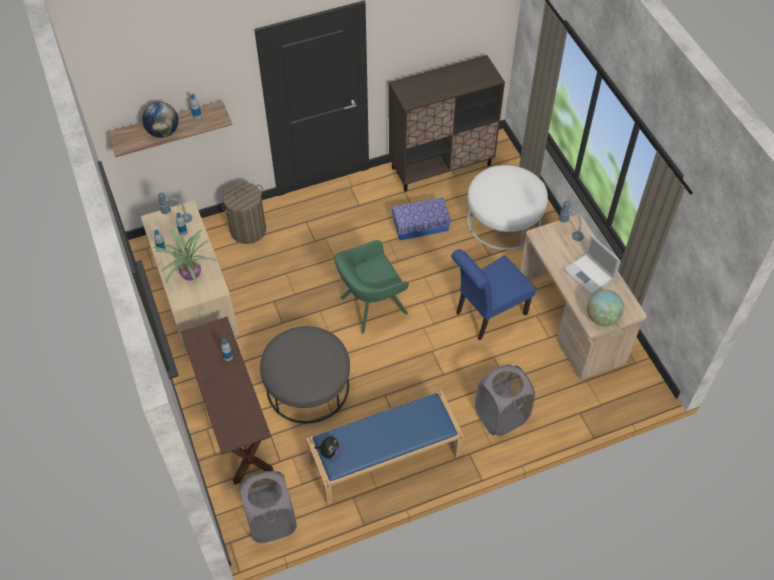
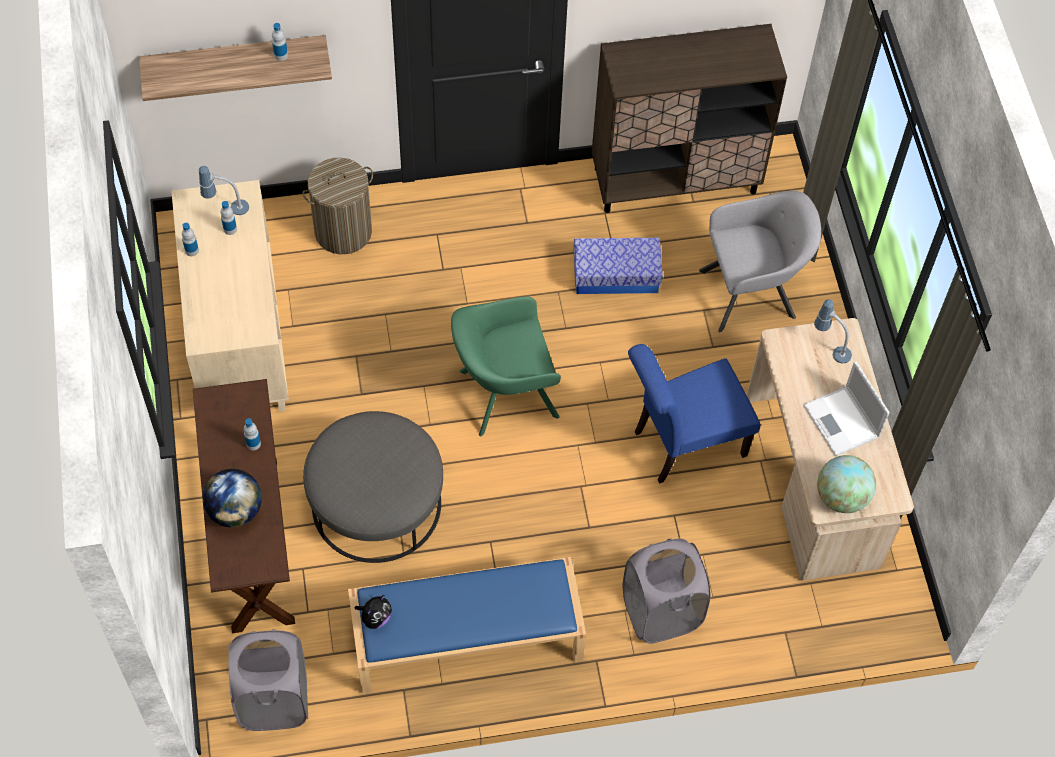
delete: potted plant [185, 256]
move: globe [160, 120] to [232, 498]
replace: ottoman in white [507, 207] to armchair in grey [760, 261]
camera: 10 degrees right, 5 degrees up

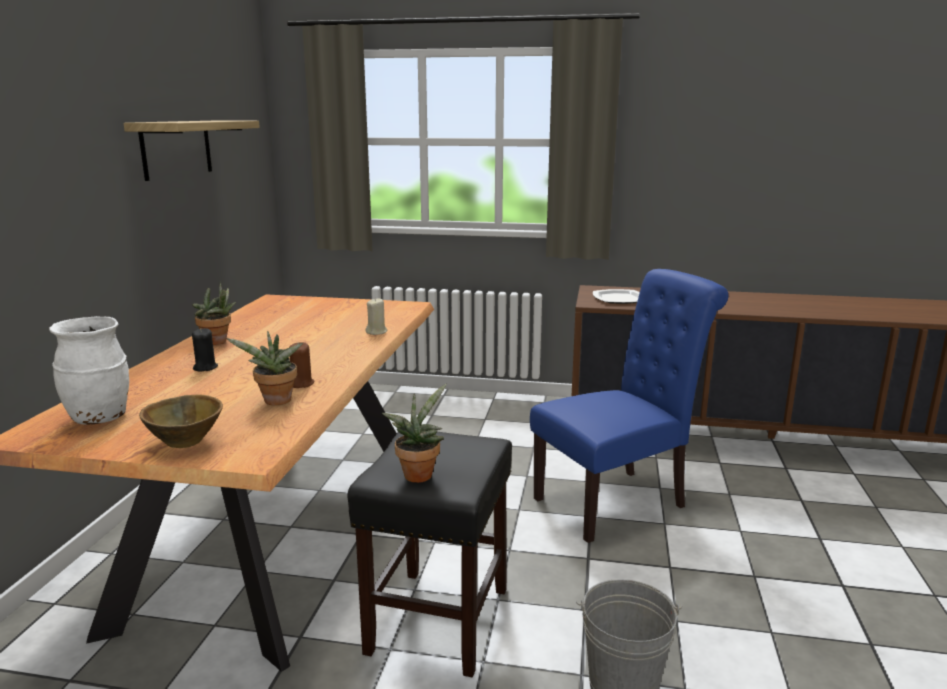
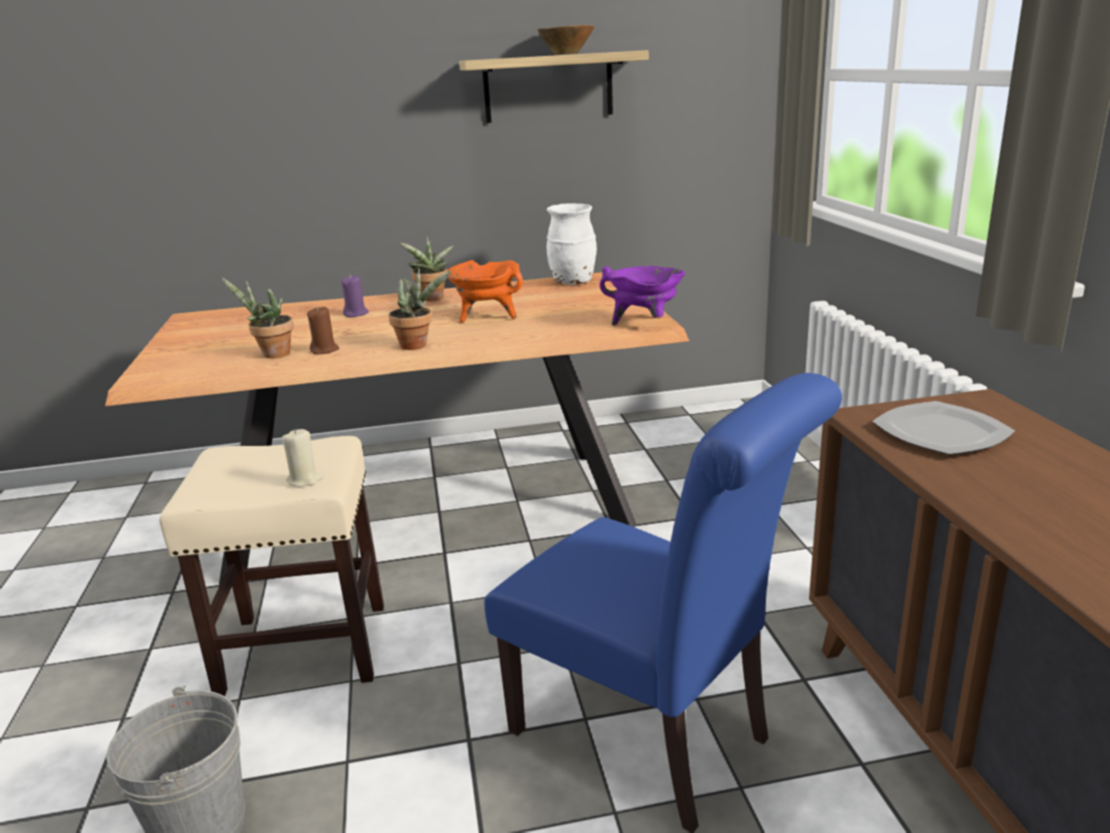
insert: cooking pot in orange [484, 291]; cooking pot in purple [643, 296]
move: vase in white [89, 370] to [572, 244]; bowl in brown [181, 421] to [566, 40]; candle in beige [376, 316] to [302, 458]; potted plant [414, 433] to [420, 308]
recolor: candle in black [205, 350] to candle in purple [355, 295]; stool in black [430, 553] to stool in beige [271, 566]
camera: 70 degrees right, 5 degrees up

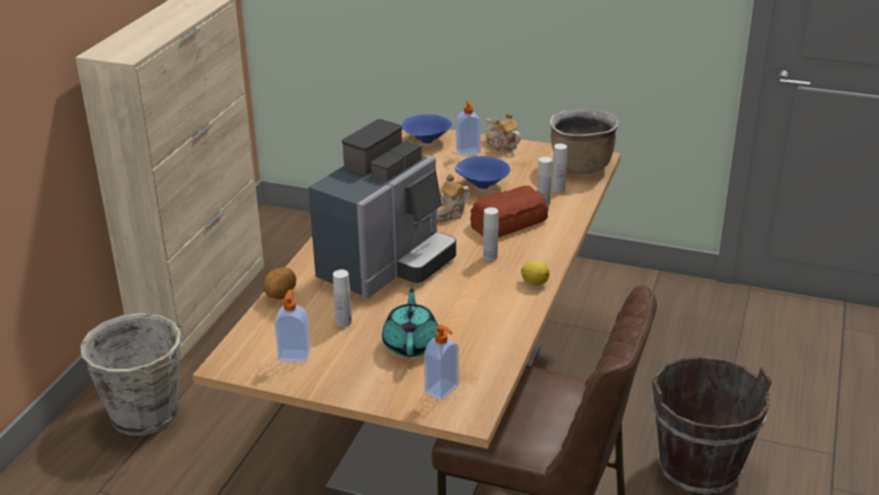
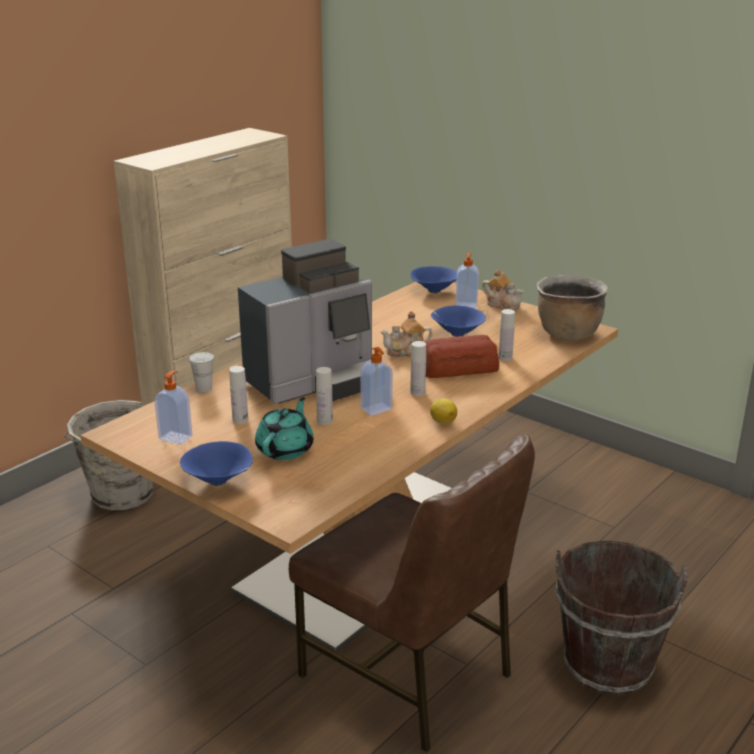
insert: bowl in blue [216, 463]
move: soap dispenser [441, 362] to [376, 381]; bottle in white [559, 168] to [324, 396]
replace: potato [279, 283] to cup in white [201, 372]
rotate: teapot [503, 131] = [503, 290] 150 degrees clockwise
camera: 20 degrees right, 5 degrees down

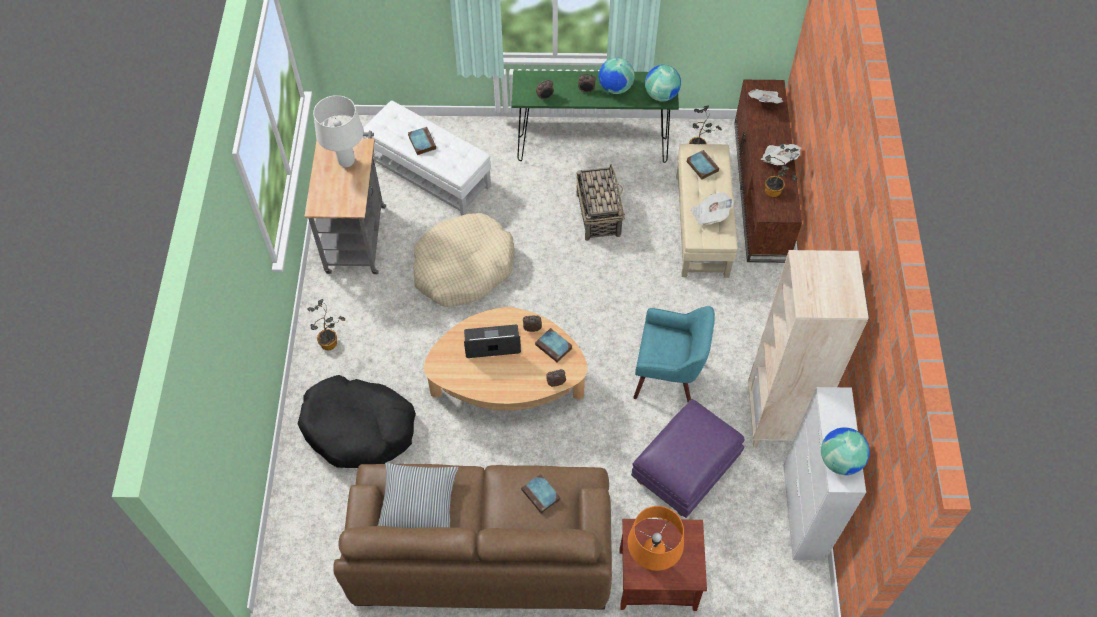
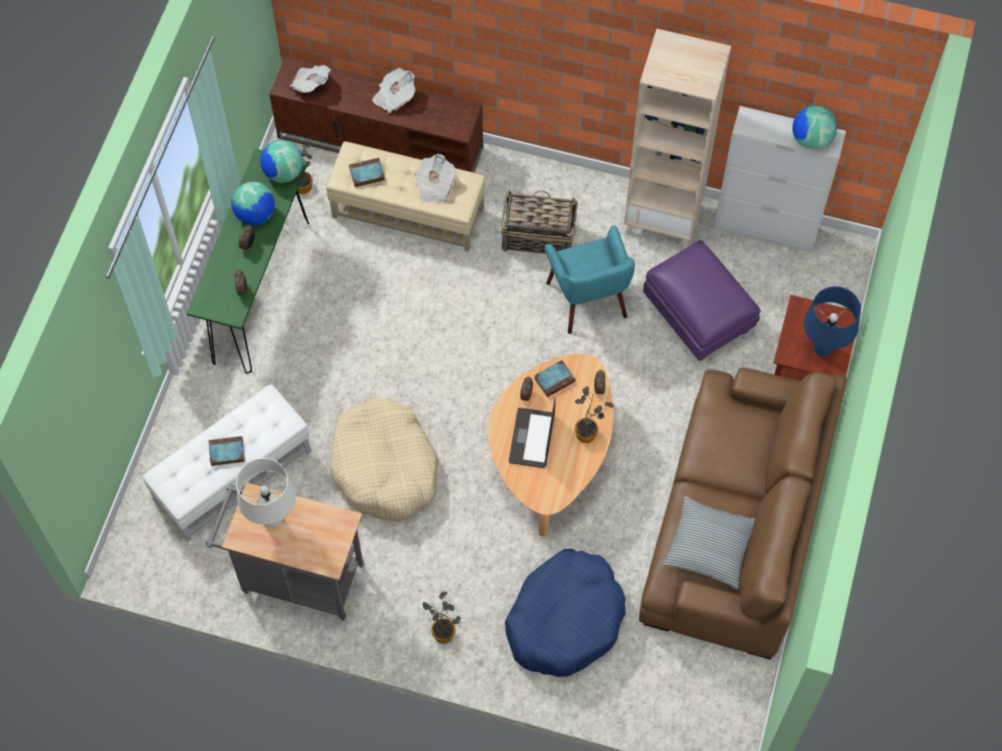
delete: book [541, 494]
move: basket [600, 202] to [539, 222]; potted plant [781, 170] to [594, 414]
recolor: dog bed in black [357, 421] to dog bed in blue [565, 613]; table lamp in orange [656, 538] to table lamp in blue [832, 321]
rotate: armchair in turquoise [674, 354] = [590, 279] 135 degrees clockwise
camera: 75 degrees left, 5 degrees up

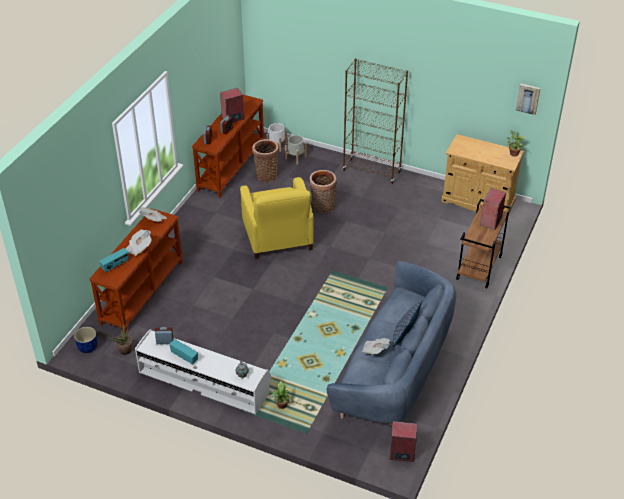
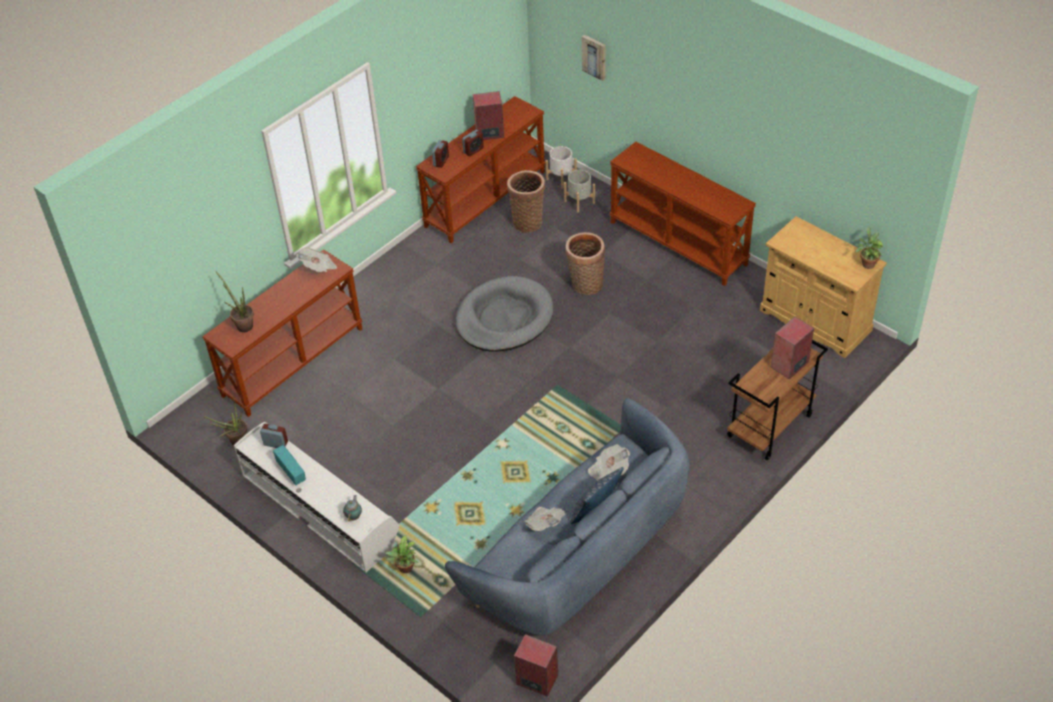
delete: planter in blue [86, 340]
move: newspaper [138, 242] to [609, 462]; picture [528, 99] to [594, 58]
replace: radio [114, 260] to potted plant [235, 301]; armchair in yellow [277, 218] to dog bed in grey [504, 313]; bookcase in brown [375, 121] to console table in brown [683, 214]
camera: 20 degrees right, 5 degrees up

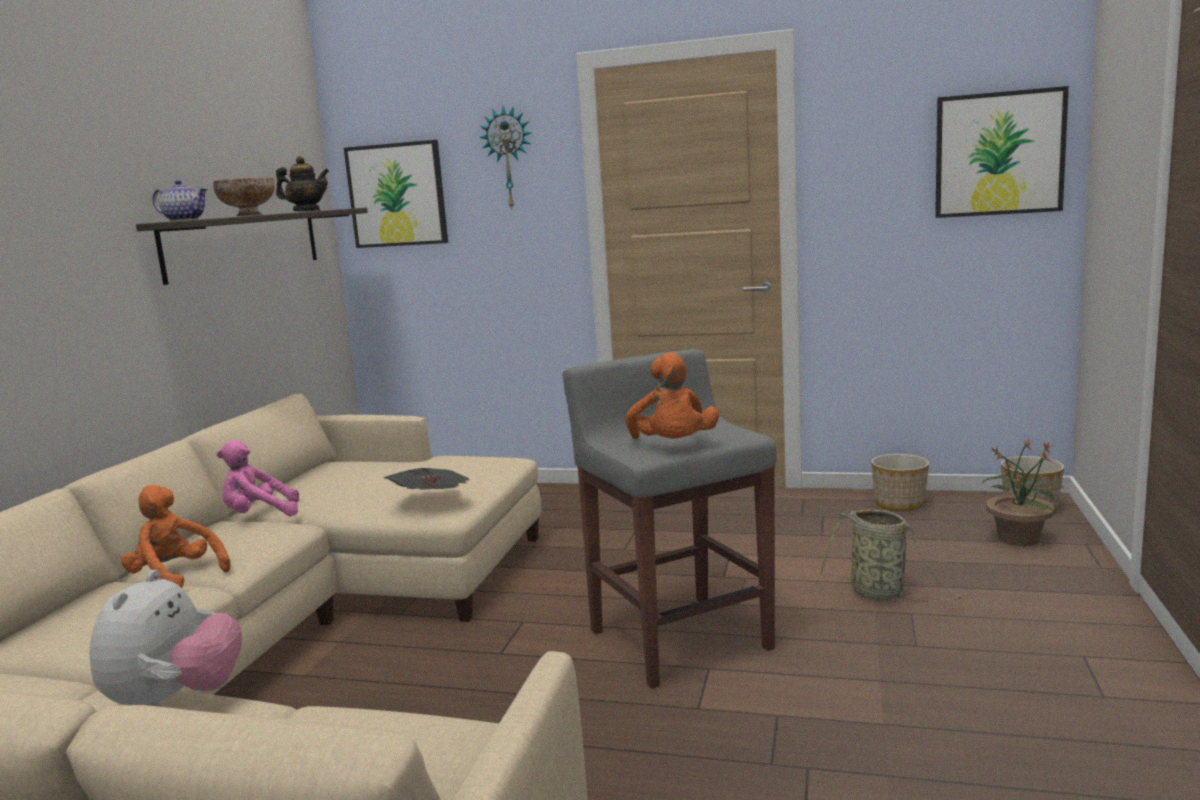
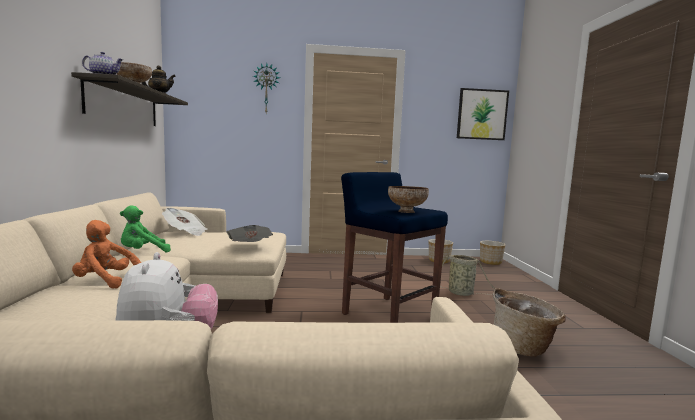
delete: picture [396, 194]; potted plant [1022, 492]
insert: newspaper [184, 221]; basket [529, 322]
replace: plush toy in orange [672, 395] to bowl [408, 199]
recolor: plush toy in pink [257, 478] to plush toy in green [145, 228]; stool in grey [669, 519] to stool in blue [394, 247]
camera: 20 degrees left, 5 degrees down

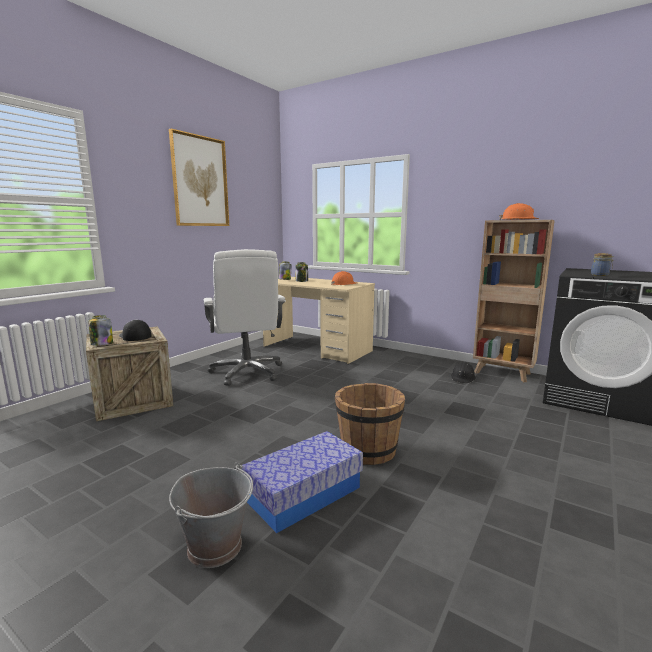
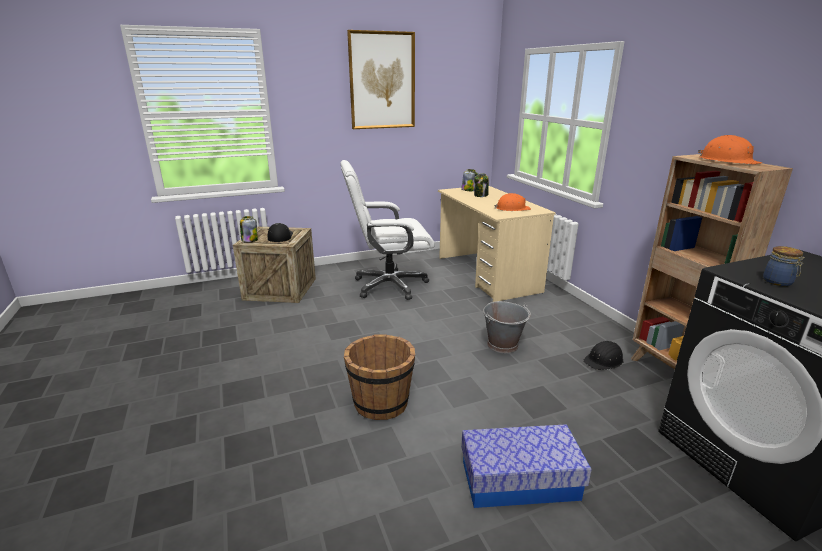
move: bucket in grey [211, 515] to [507, 327]; storage box [302, 482] to [526, 466]
rotate: office chair in white [245, 317] = [387, 230] 60 degrees clockwise
camera: 35 degrees right, 10 degrees up

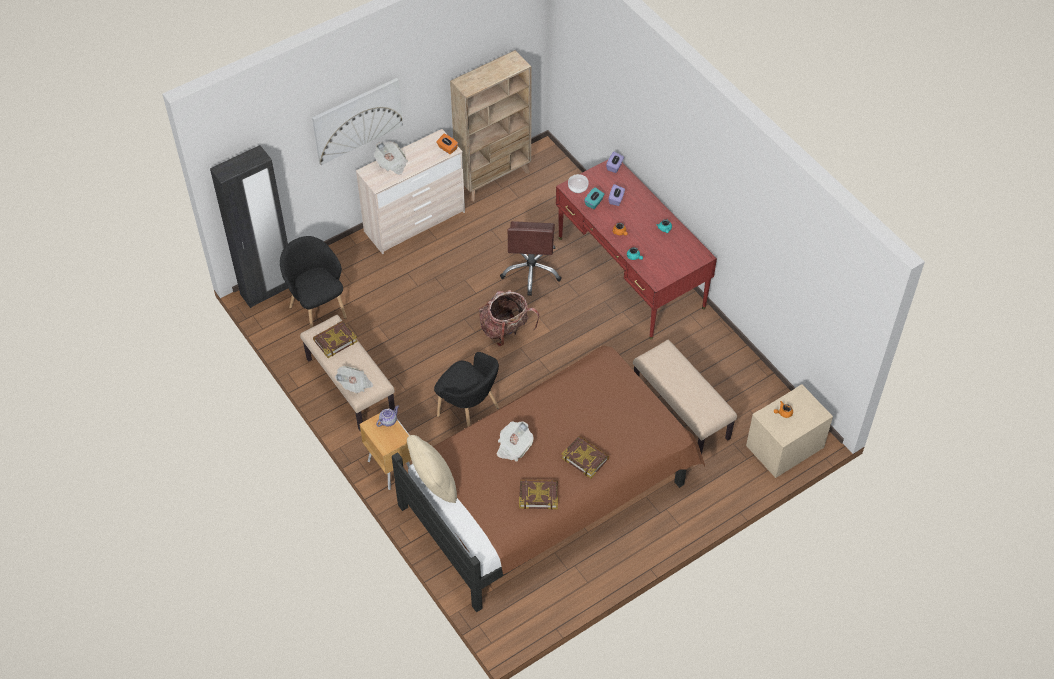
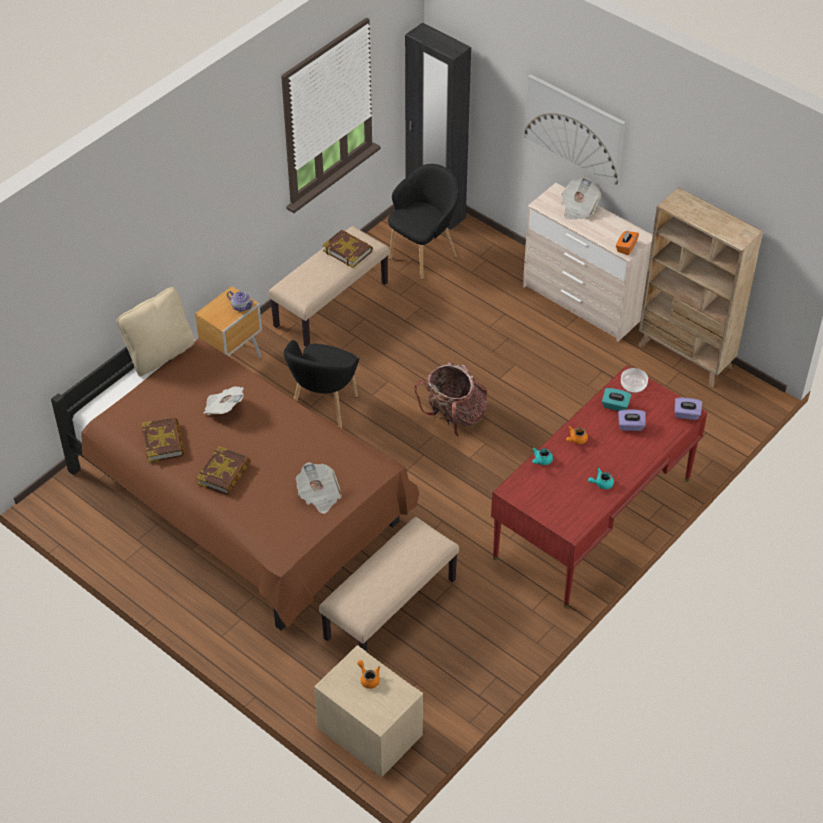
delete: office chair in brown [531, 258]
move: newspaper [354, 379] to [319, 488]
camera: 75 degrees right, 5 degrees down

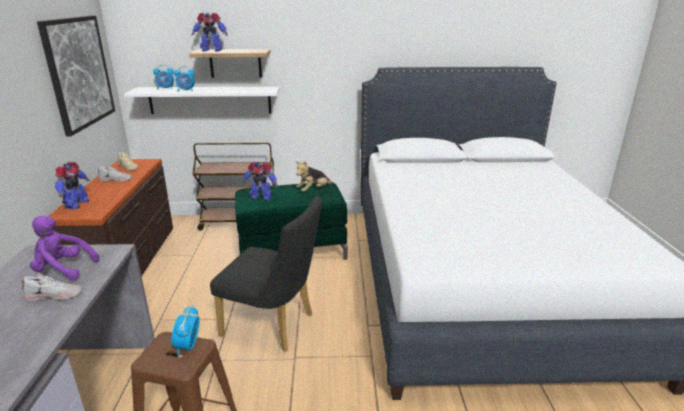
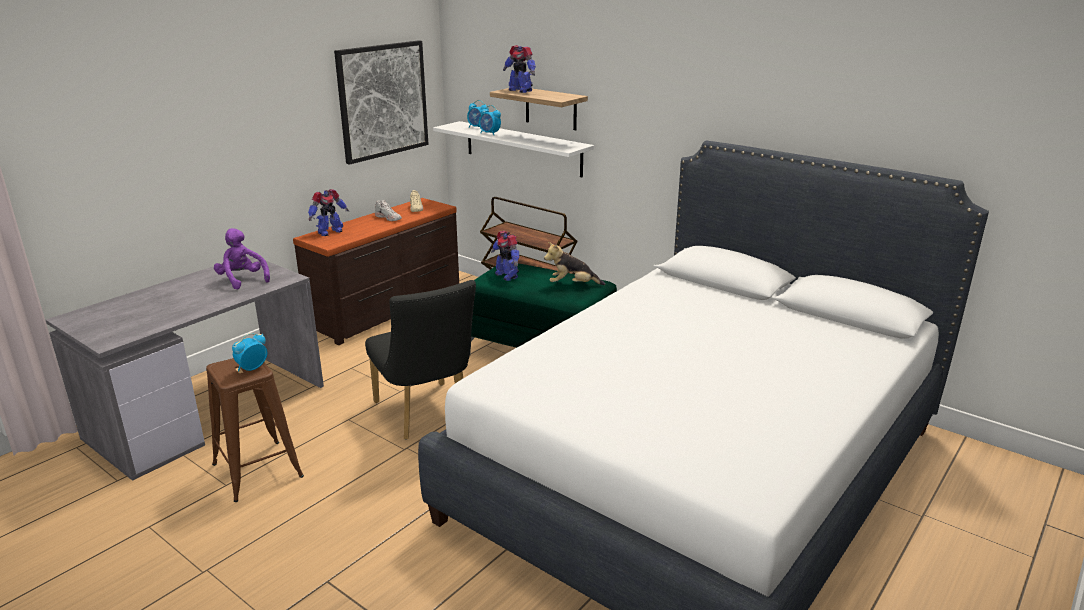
delete: shoe in white [52, 287]
camera: 40 degrees right, 0 degrees up

